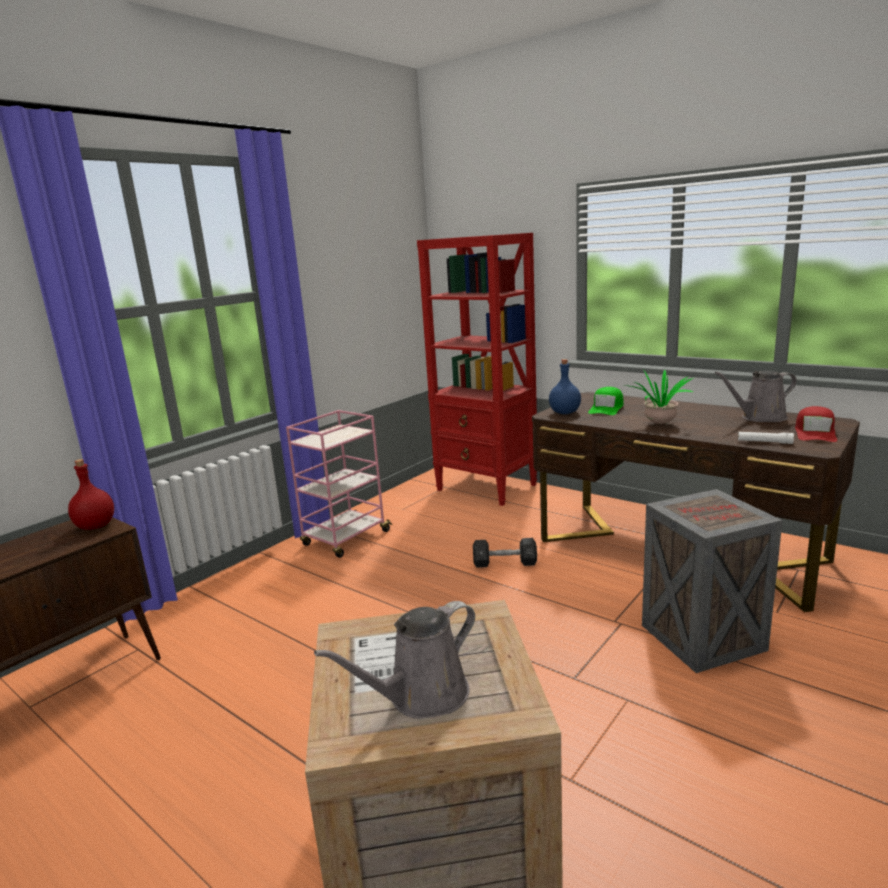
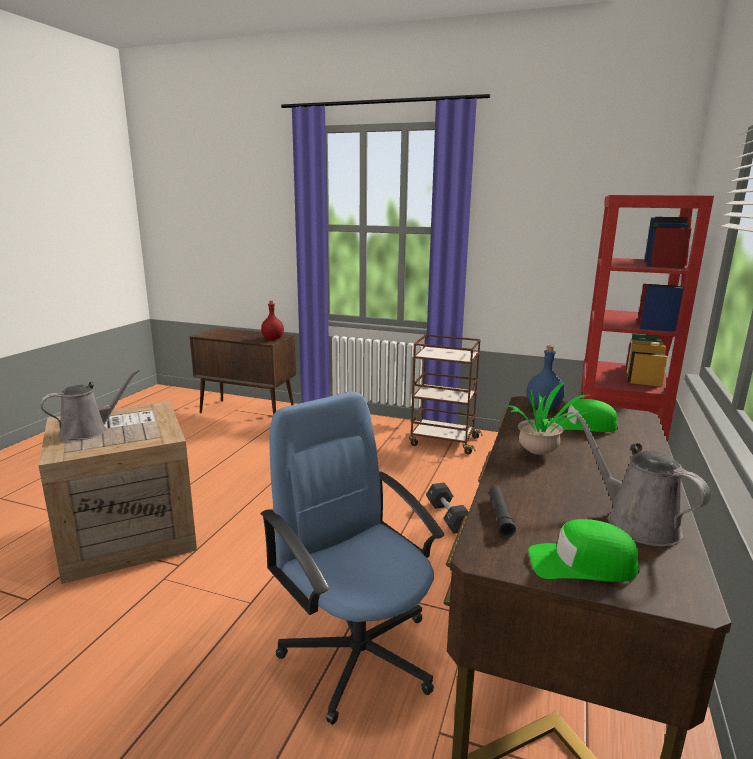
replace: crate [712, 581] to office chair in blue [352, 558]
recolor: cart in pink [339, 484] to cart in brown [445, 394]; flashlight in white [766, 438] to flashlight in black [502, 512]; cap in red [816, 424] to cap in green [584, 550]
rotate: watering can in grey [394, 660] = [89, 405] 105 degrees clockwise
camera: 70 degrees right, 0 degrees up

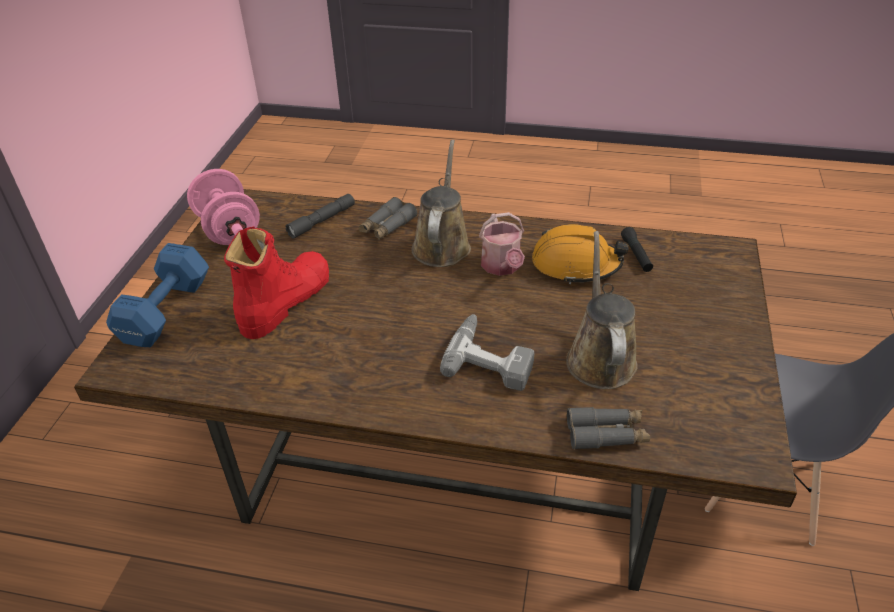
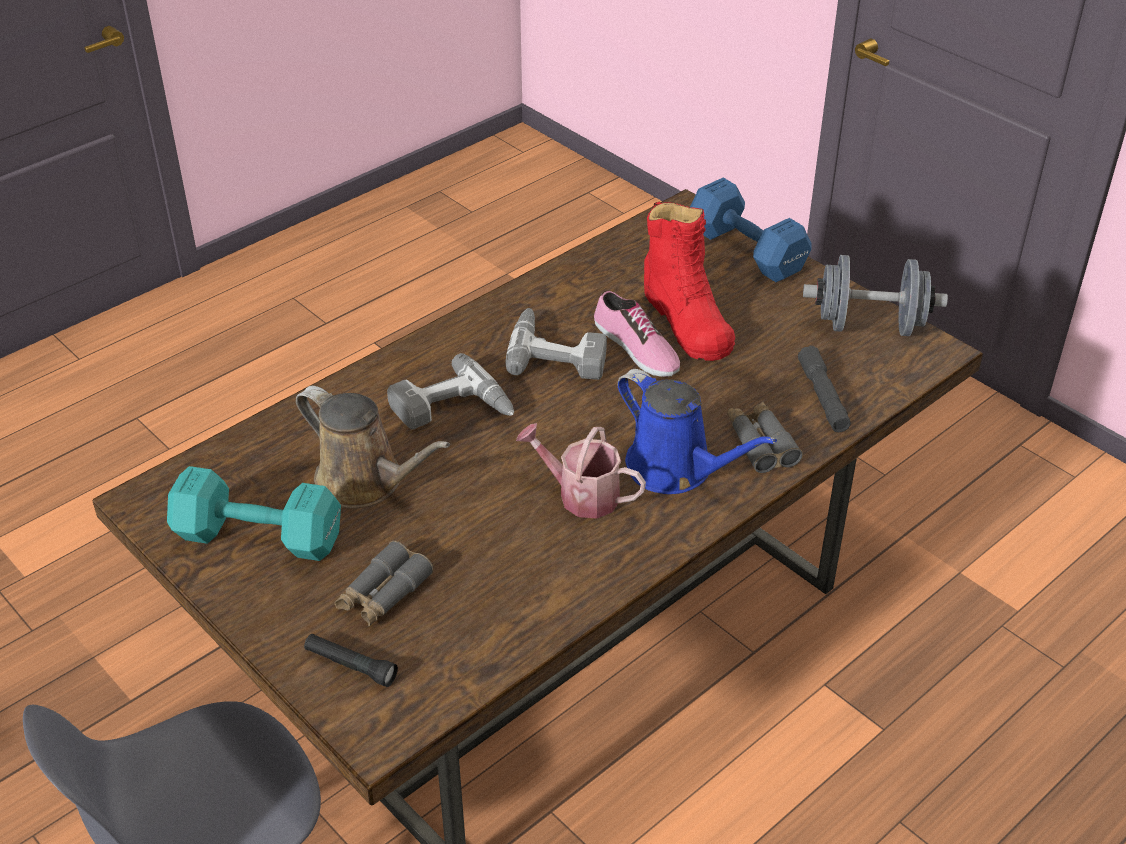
delete: hard hat in orange [580, 254]
insert: dumbbell in turquoise [254, 513]; power drill [556, 344]; shoe [637, 334]
move: binoculars in grey [608, 428] to [384, 583]; flashlight in black [637, 249] to [351, 660]
recolor: dumbbell in pink [223, 207] to dumbbell in grey [875, 295]; watering can in brown [441, 203] to watering can in blue [697, 431]
camera: 125 degrees right, 0 degrees up

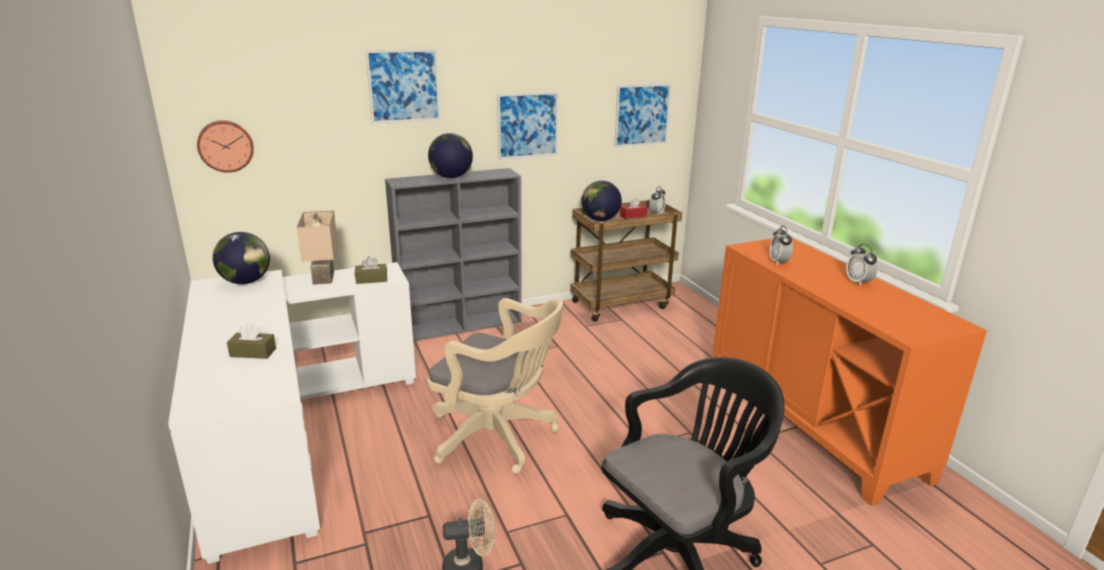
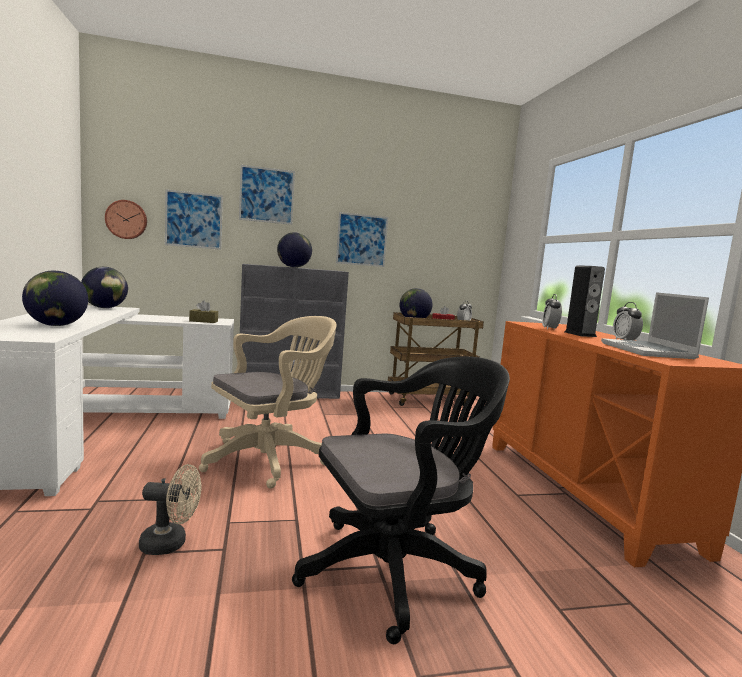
delete: table lamp in beige [317, 247]
insert: speaker [584, 301]; laptop [655, 325]
move: picture [642, 115] to [194, 219]
replace: tissue box in brown [251, 341] to globe [55, 298]
rotate: office chair in beige [495, 386] = [267, 402] 75 degrees counterclockwise
camera: 10 degrees right, 15 degrees down

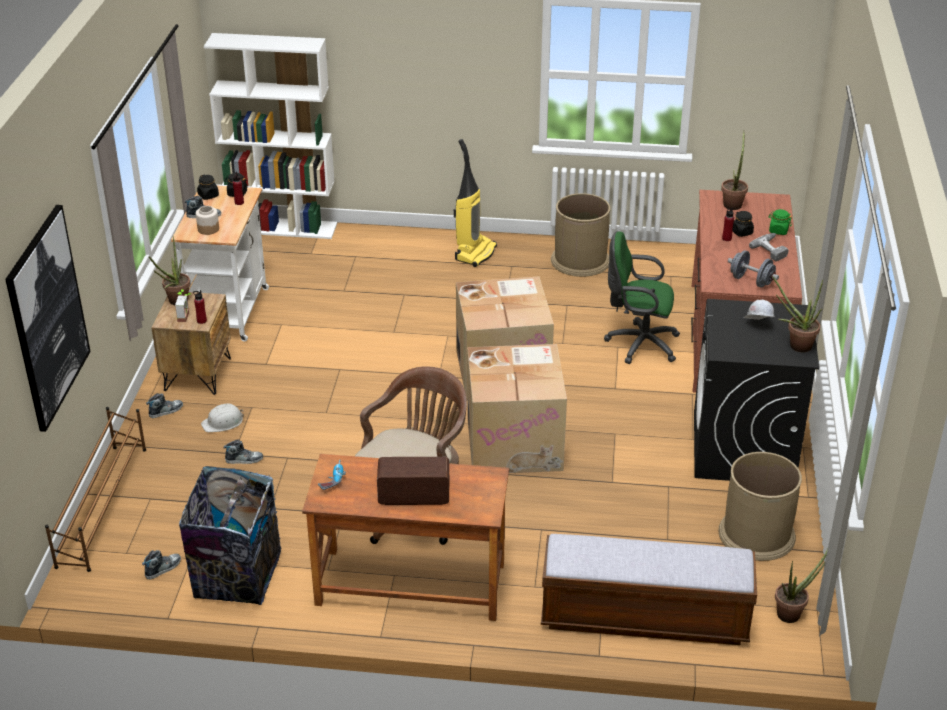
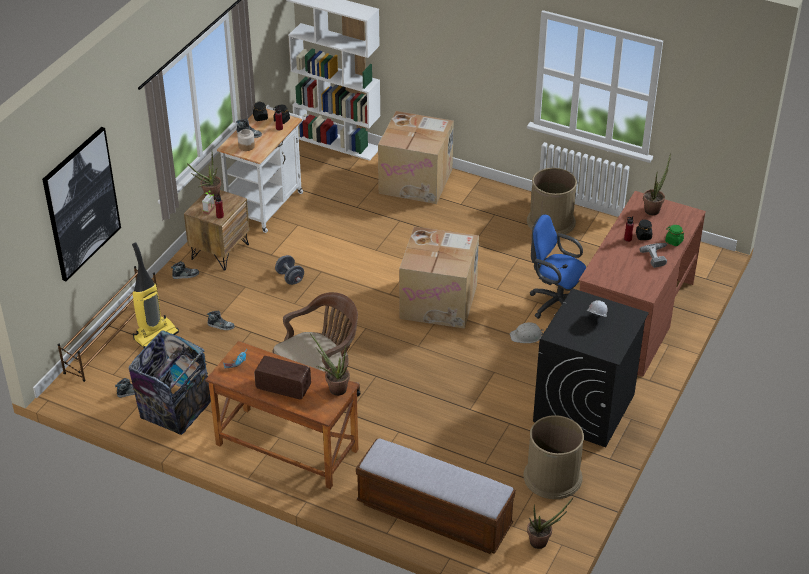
move: hard hat in white [222, 417] to [526, 332]; vacuum cleaner [475, 203] to [155, 295]; cardboard box [517, 408] to [416, 157]; dumbbell in grey [753, 269] to [289, 270]; potted plant [797, 314] to [330, 365]
recolor: office chair in green [642, 297] to office chair in blue [558, 266]
camera: 20 degrees right, 5 degrees up

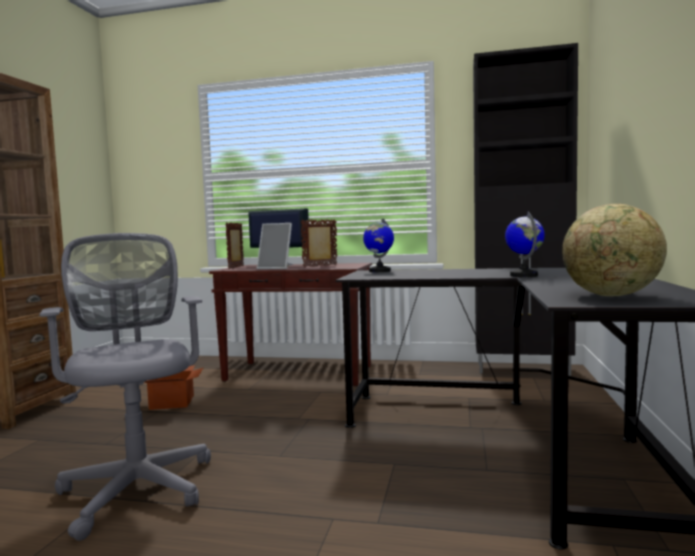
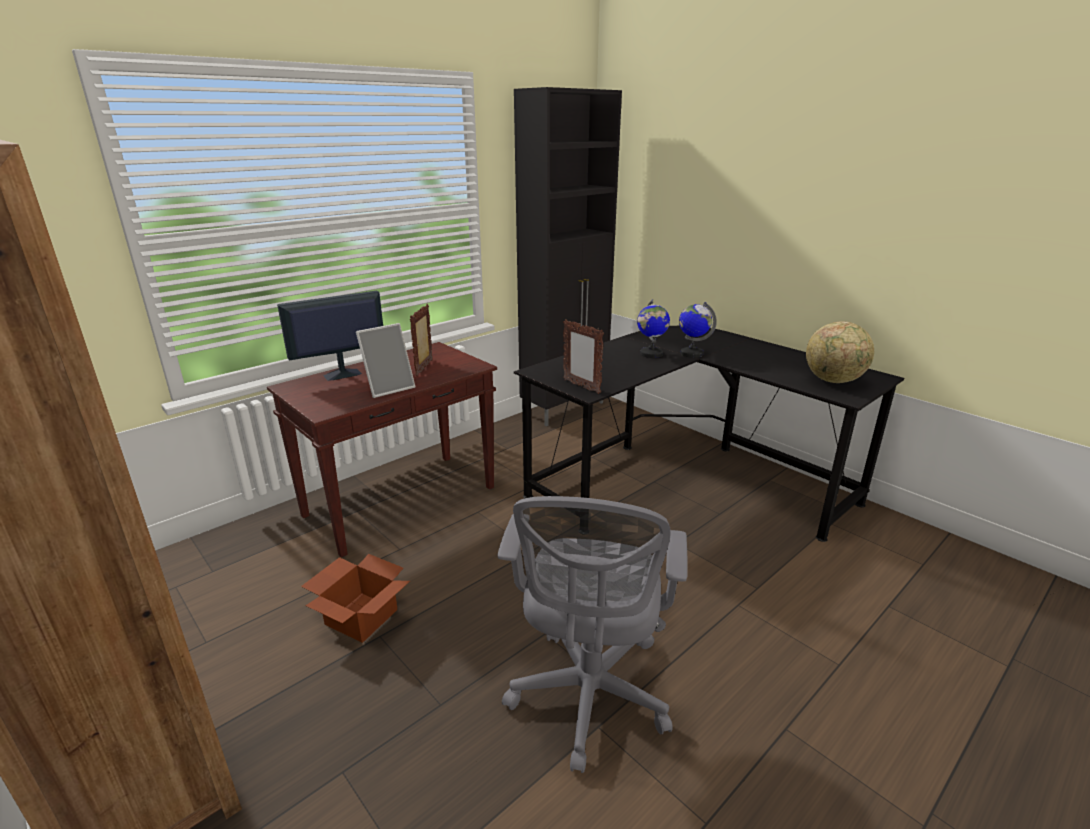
move: picture frame [234, 245] to [583, 356]; globe [378, 245] to [653, 328]
rotate: office chair in grey [125, 387] = [592, 634] 90 degrees counterclockwise
camera: 55 degrees left, 20 degrees up

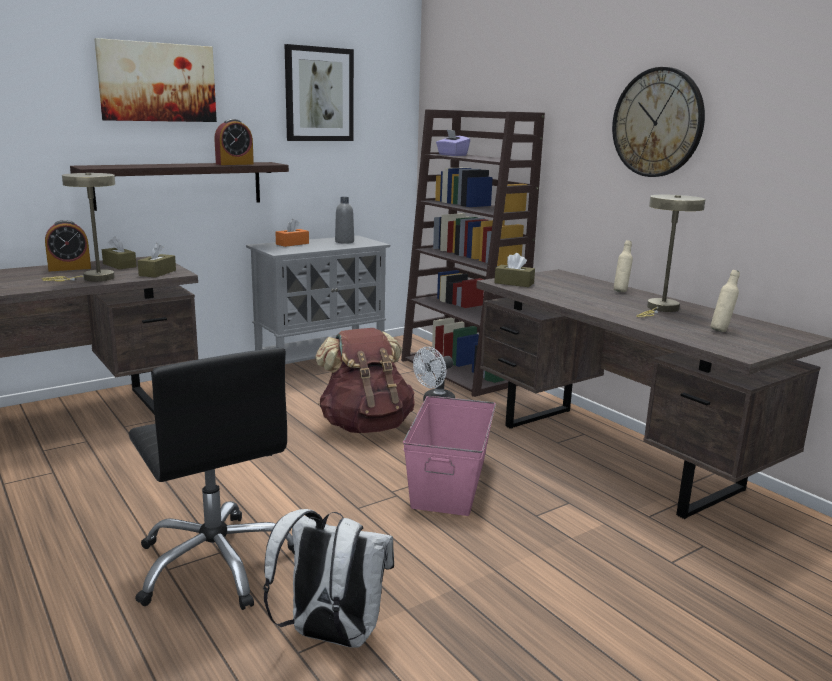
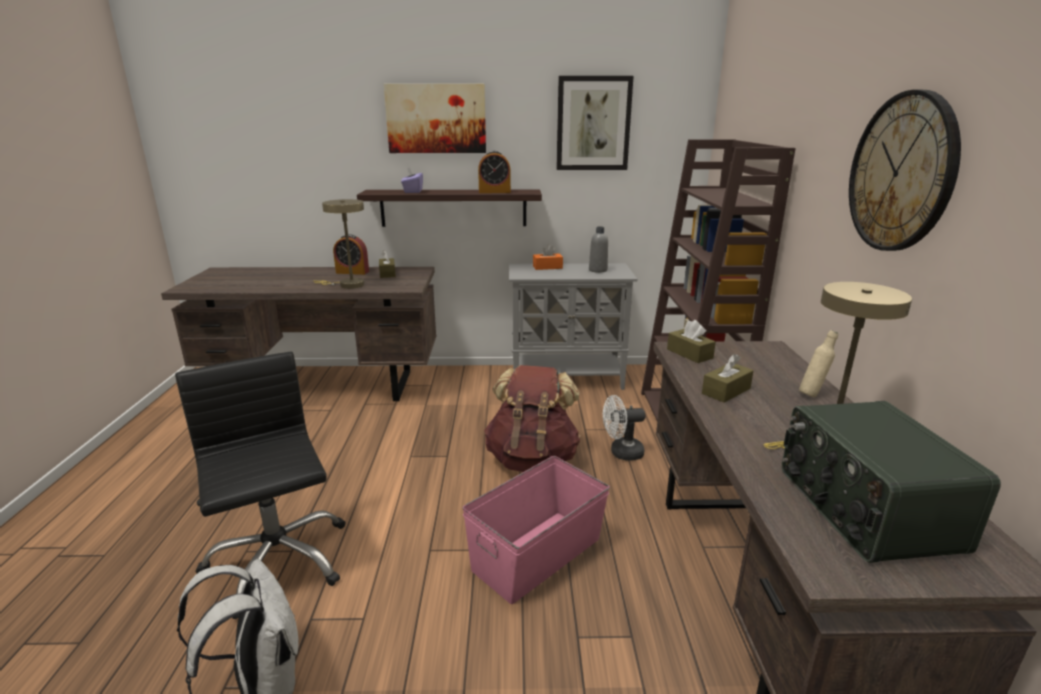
move: tissue box in brown [157, 260] to [728, 378]; tissue box in purple [453, 143] to [412, 180]
replace: bottle in beige [725, 301] to radio [891, 482]
rotate: office chair in black [212, 479] = [260, 485] 150 degrees clockwise
camera: 35 degrees right, 5 degrees up

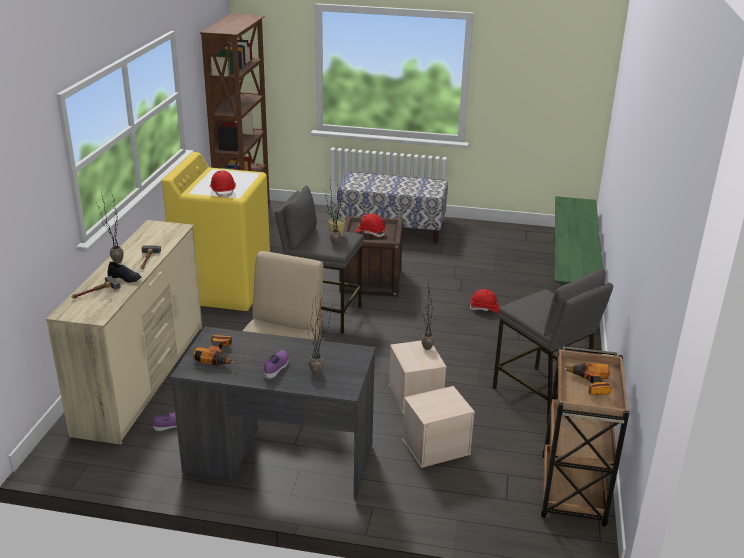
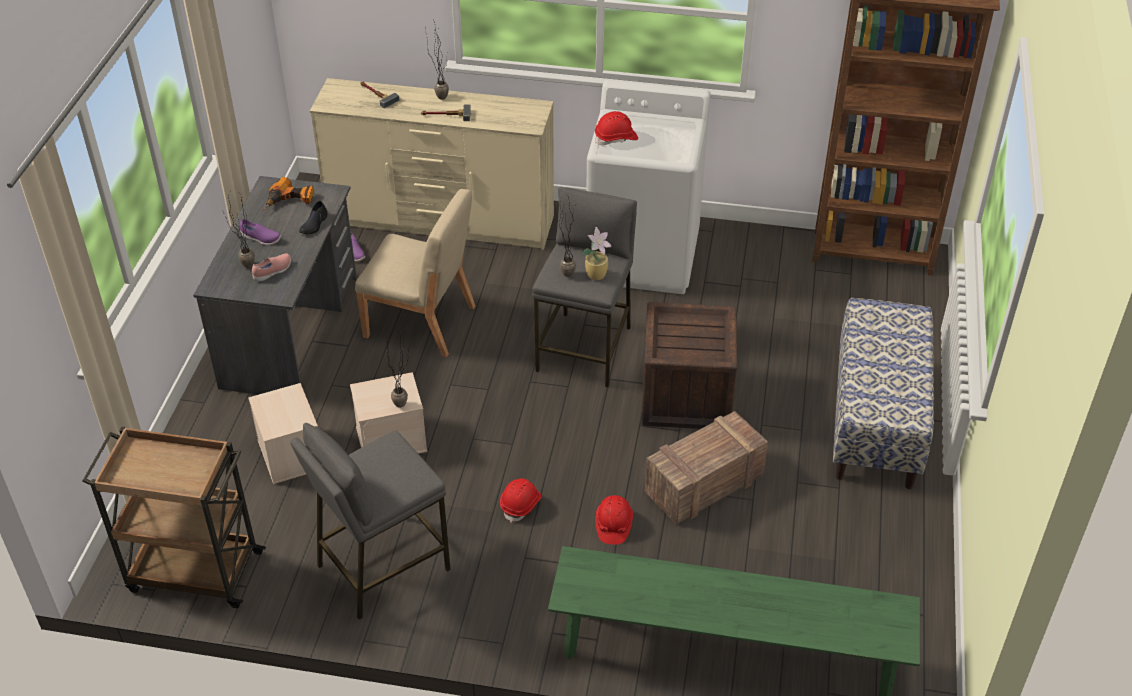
delete: power drill [585, 379]
insert: shoe in pink [271, 267]; crate [706, 467]
move: shoe in black [124, 272] to [313, 217]; hard hat in red [370, 225] to [521, 500]
recolor: washing machine in yellow [216, 231] to washing machine in white [648, 187]
camera: 90 degrees right, 15 degrees up

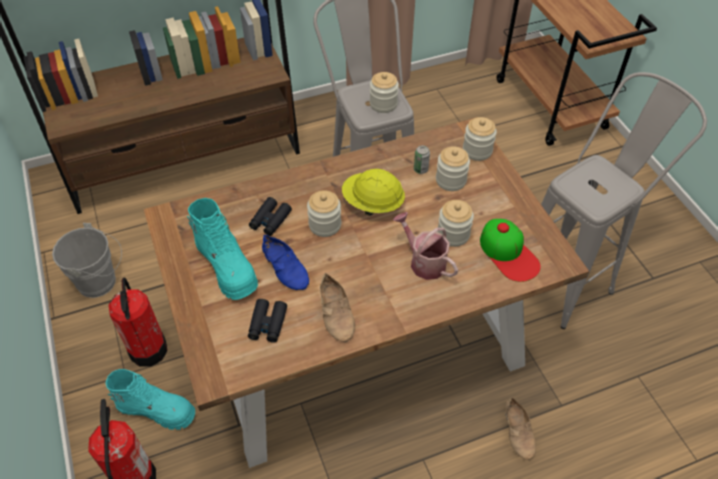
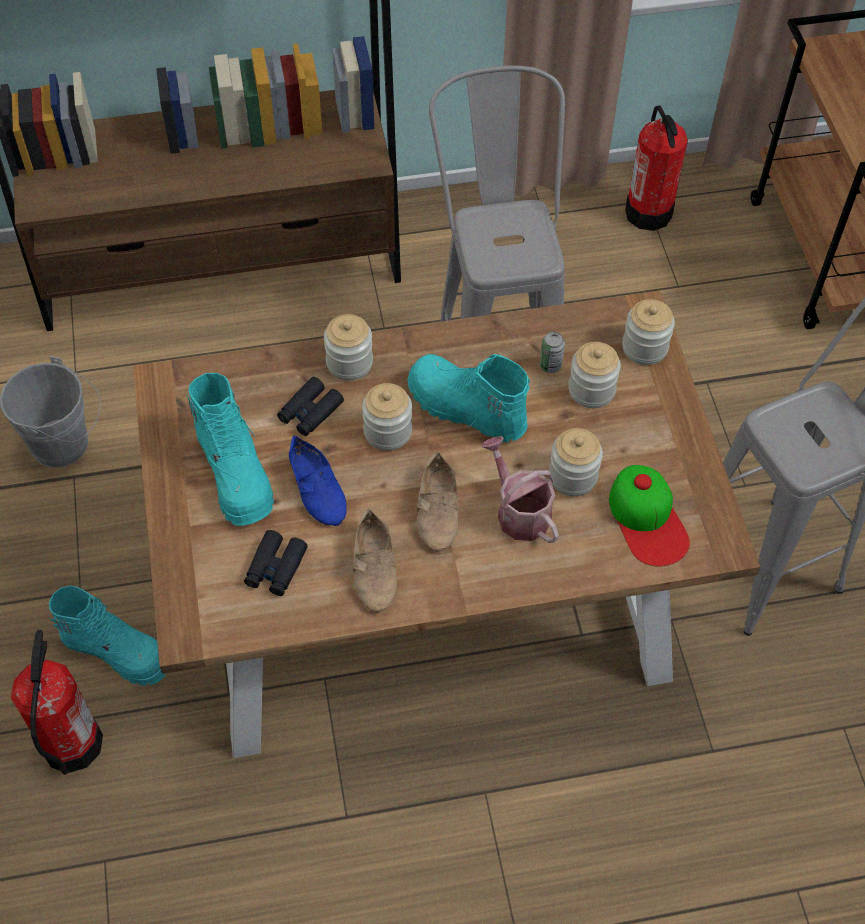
move: fire extinguisher [138, 322] to [656, 168]; jar [384, 92] to [348, 347]; shoe in beige [520, 428] to [438, 501]
replace: hard hat in yellow [373, 192] to boot in turquoise [468, 398]
camera: 10 degrees right, 5 degrees up

